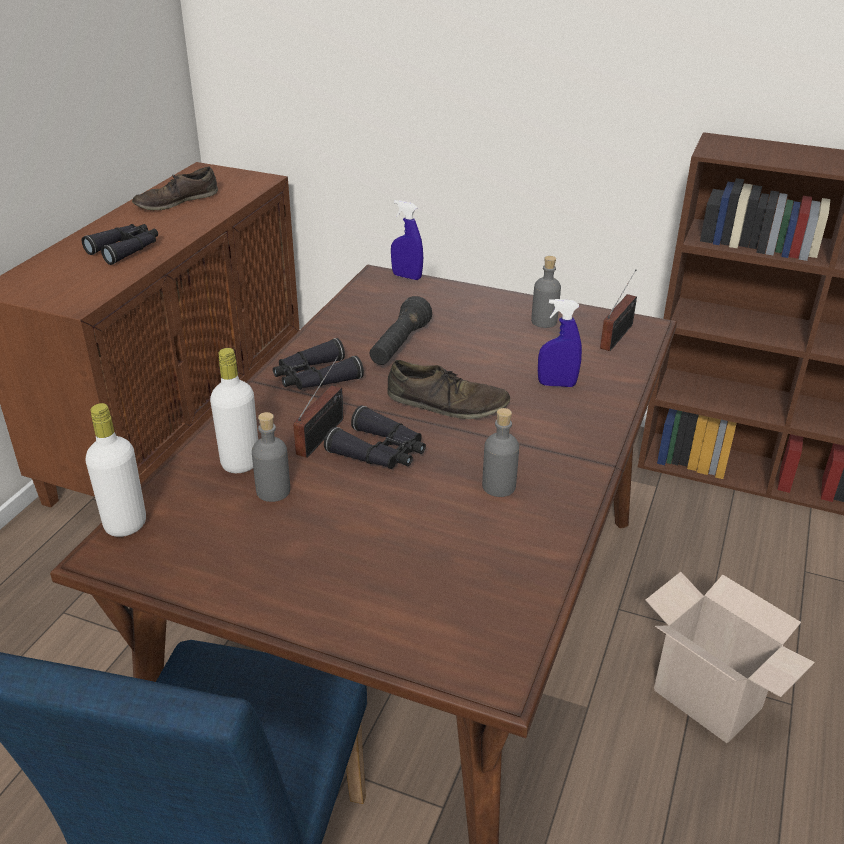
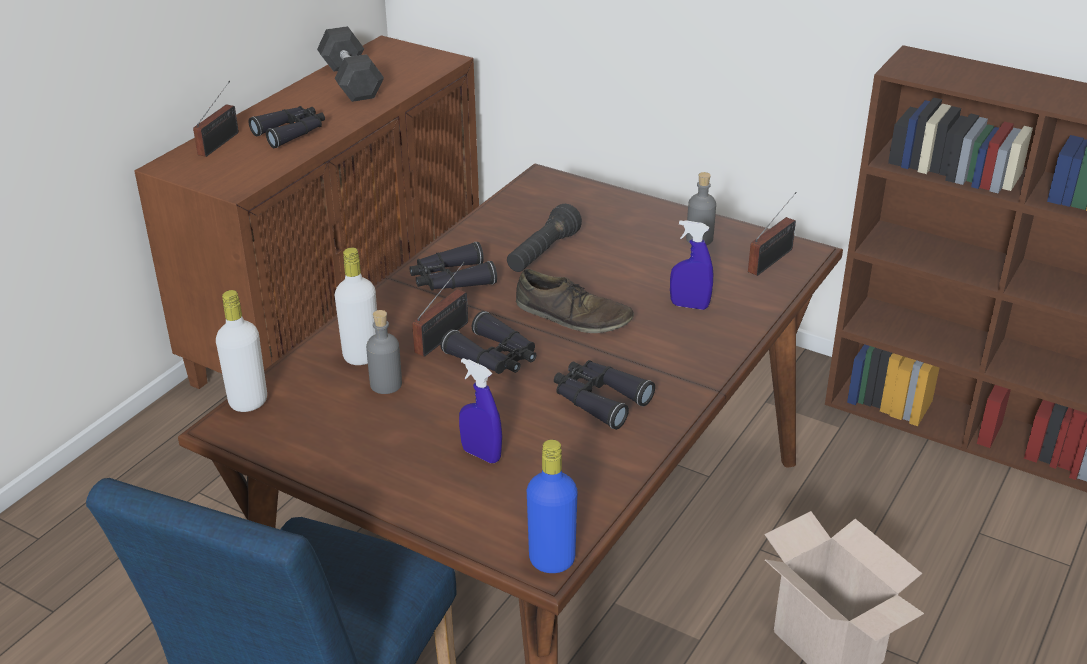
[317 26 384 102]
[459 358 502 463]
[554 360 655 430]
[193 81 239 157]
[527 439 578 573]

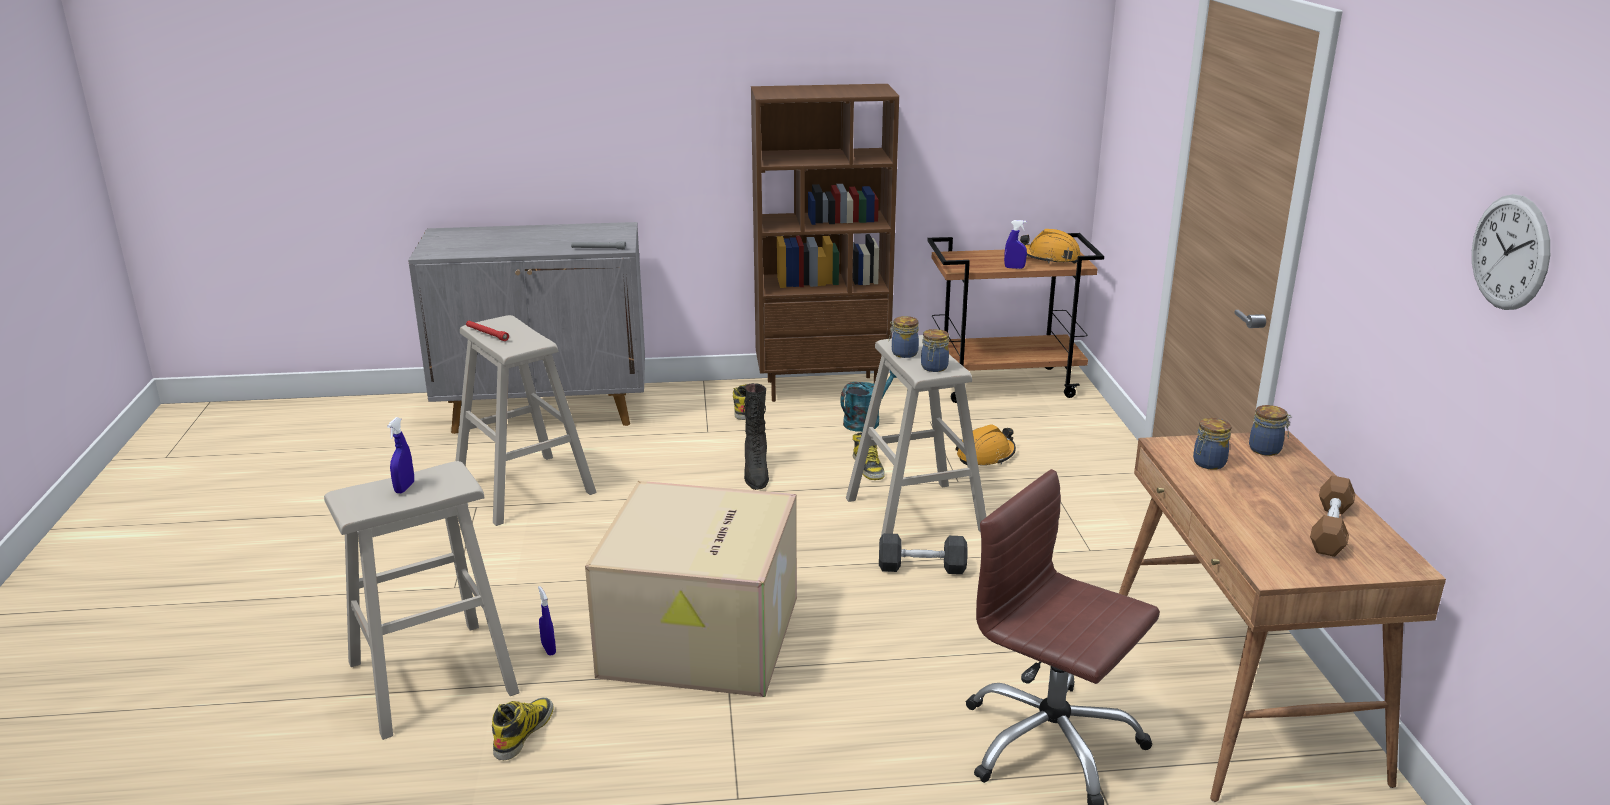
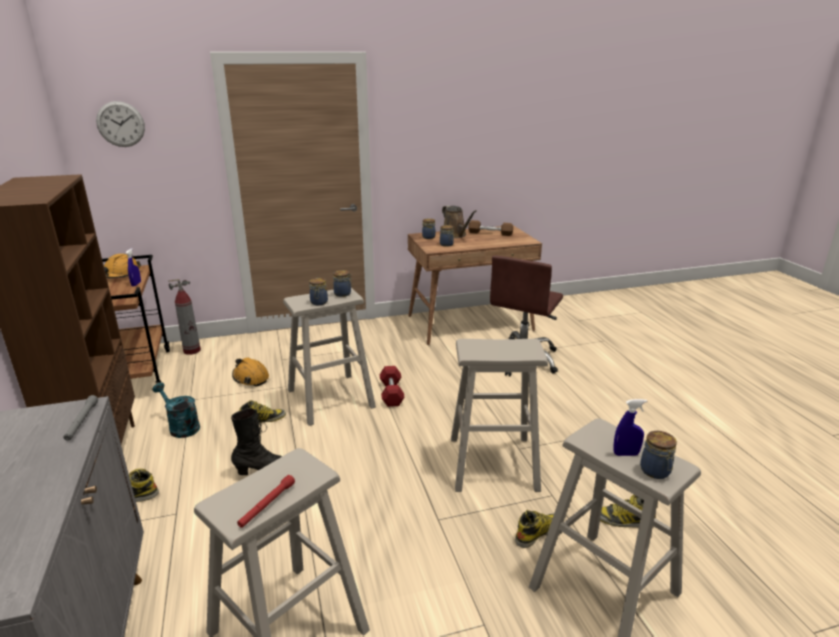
[515 510 554 548]
[451 339 548 492]
[380 366 404 407]
[96 101 145 147]
[168 279 201 355]
[442 205 477 238]
[640 431 677 479]

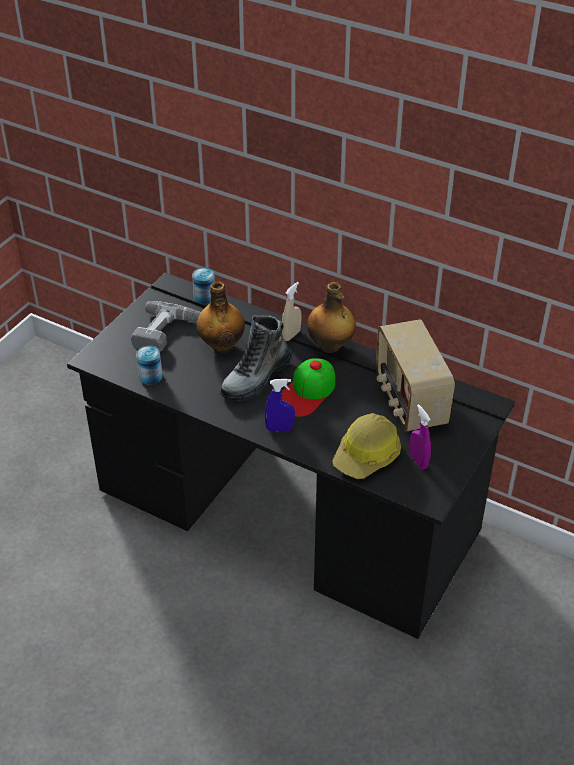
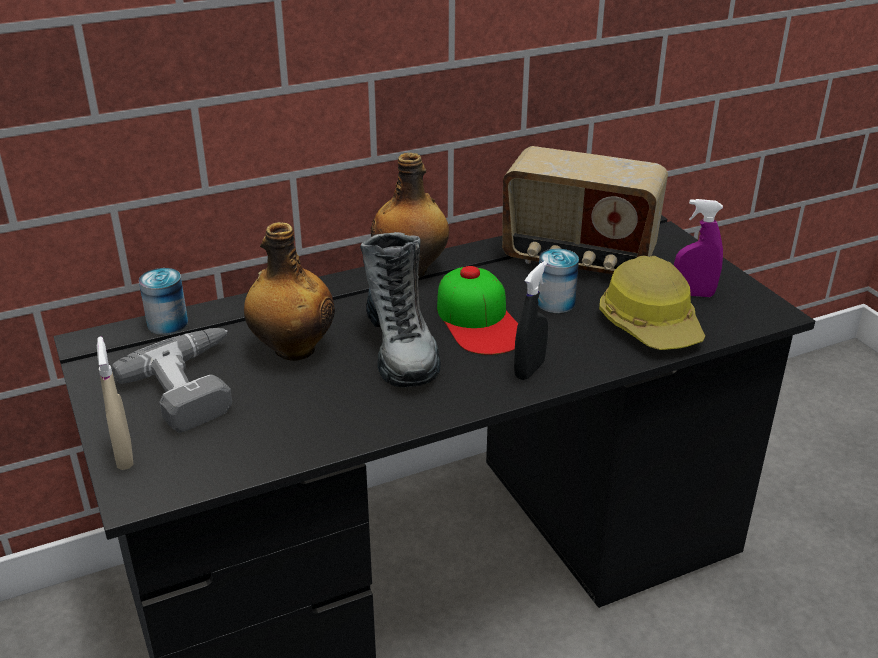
[538 248 579 313]
[514 261 548 380]
[97 336 134 470]

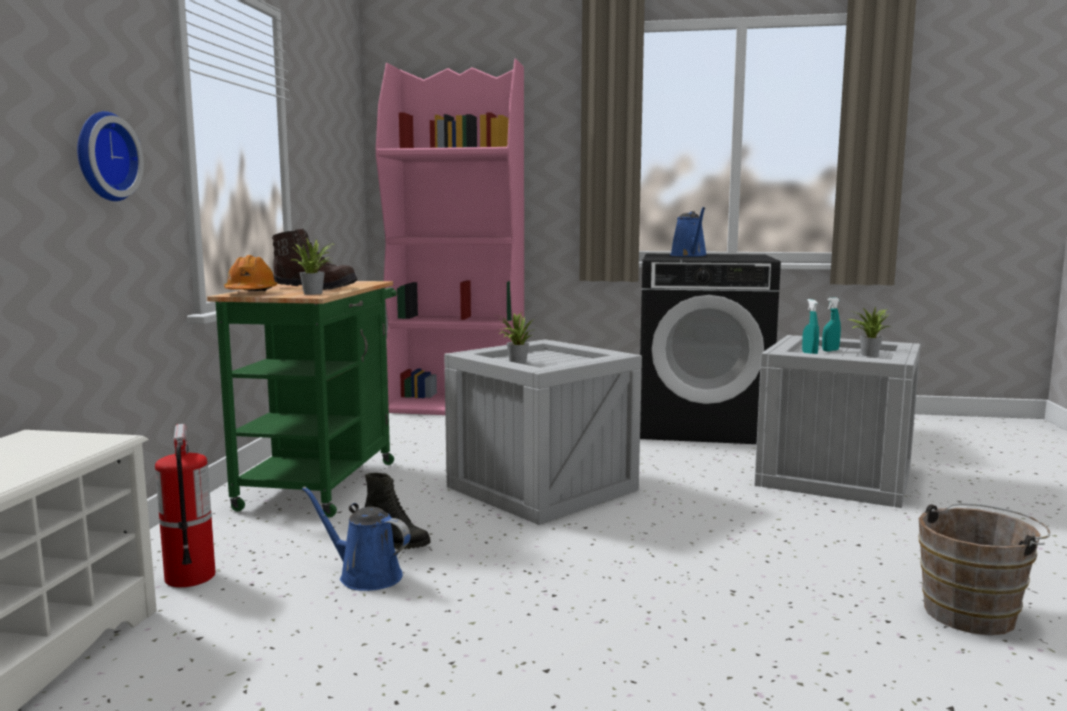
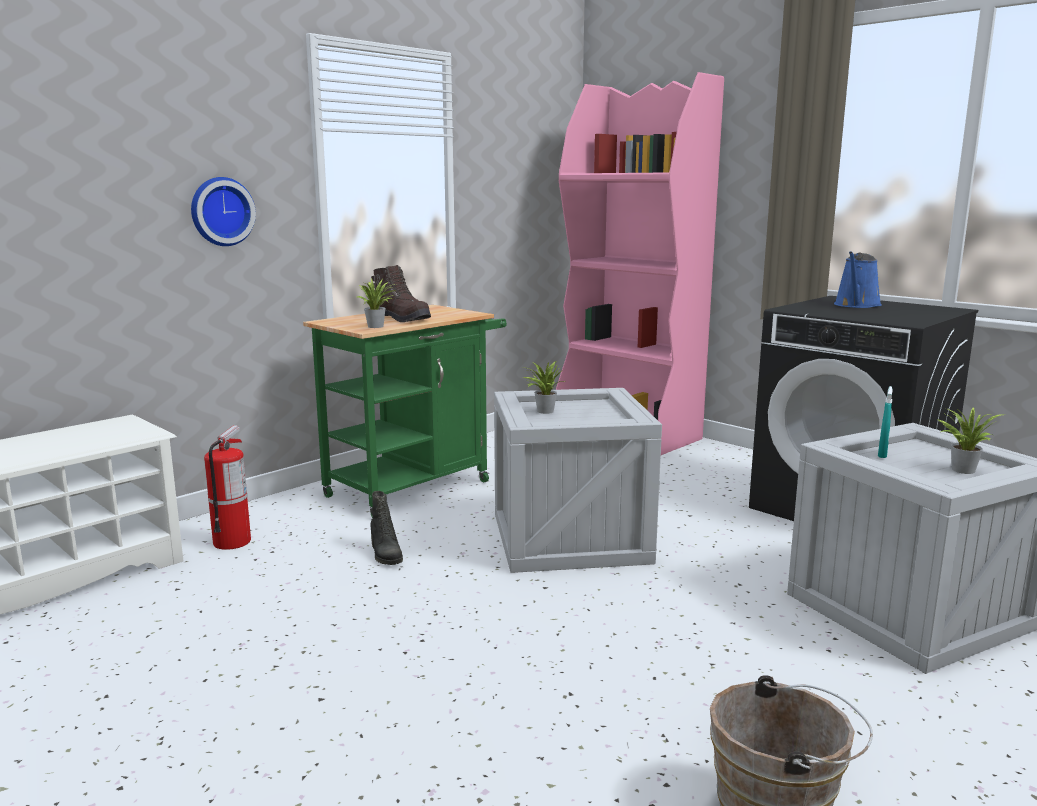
[224 255 277 291] (first image)
[302 486 410 591] (first image)
[822 298 841 351] (first image)

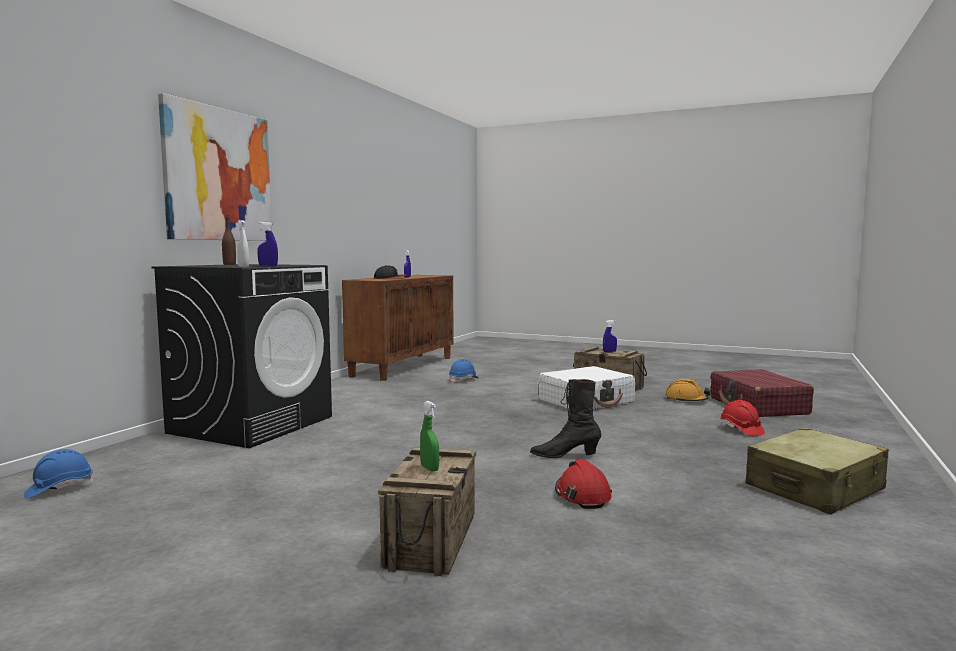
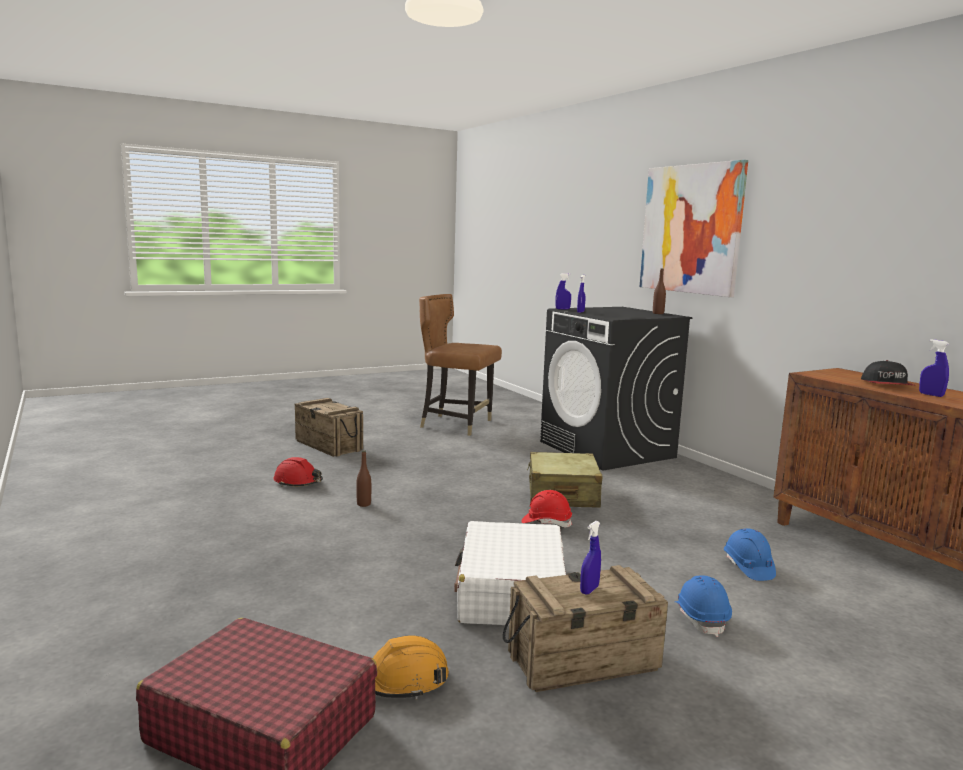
[675 575 732 637]
[555 273 571 309]
[420 401 439 472] (first image)
[356 450 371 507]
[521 490 572 527]
[527 452 603 508]
[419 294 502 436]

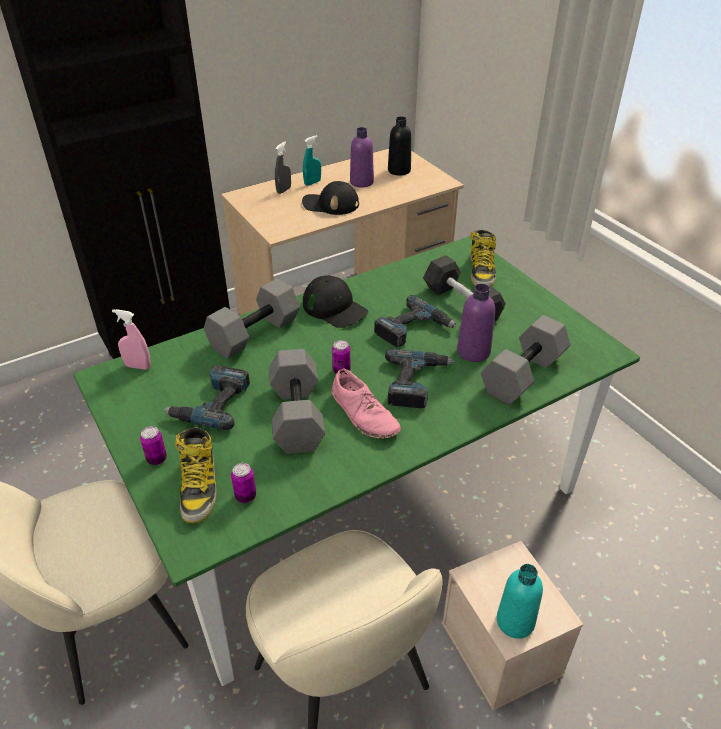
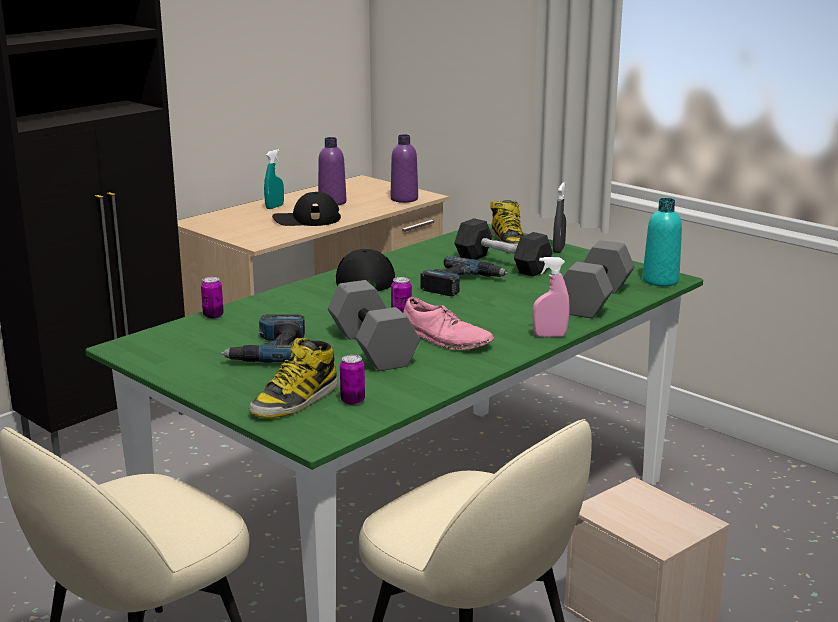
[533 257 570 337]
[201 277 224 319]
[249 338 338 418]
[204 279 300 359] (first image)
[553 182 566 253]
[336 249 395 291]
[385 349 455 408] (first image)
[388 117 411 176] (first image)
[391 134 418 203]
[642 198 682 286]

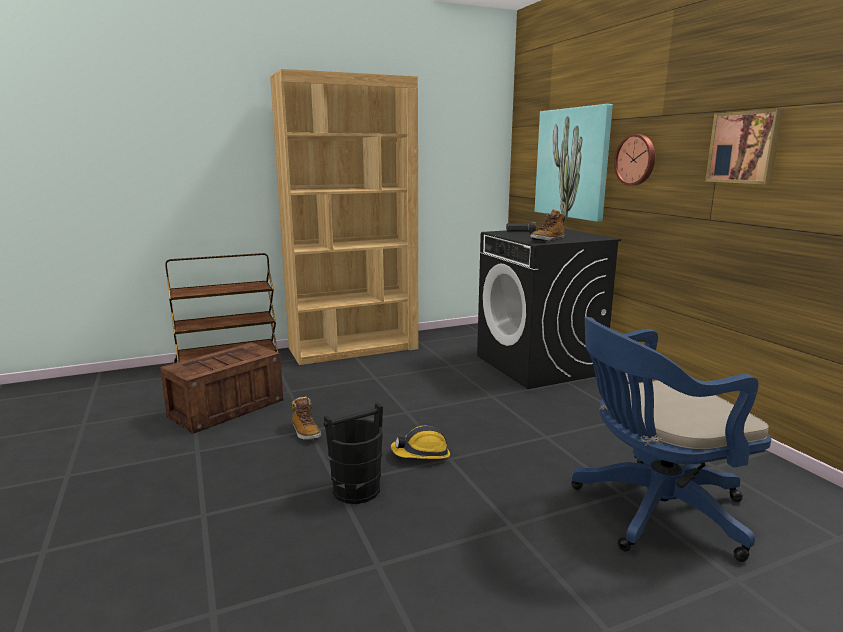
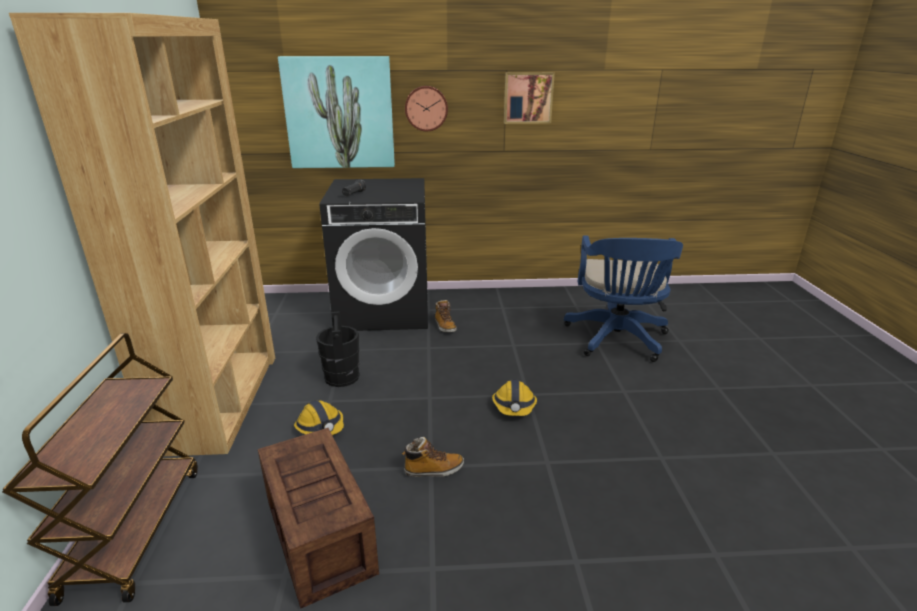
[316 311 359 387]
[435 300 457 332]
[294 400 344 435]

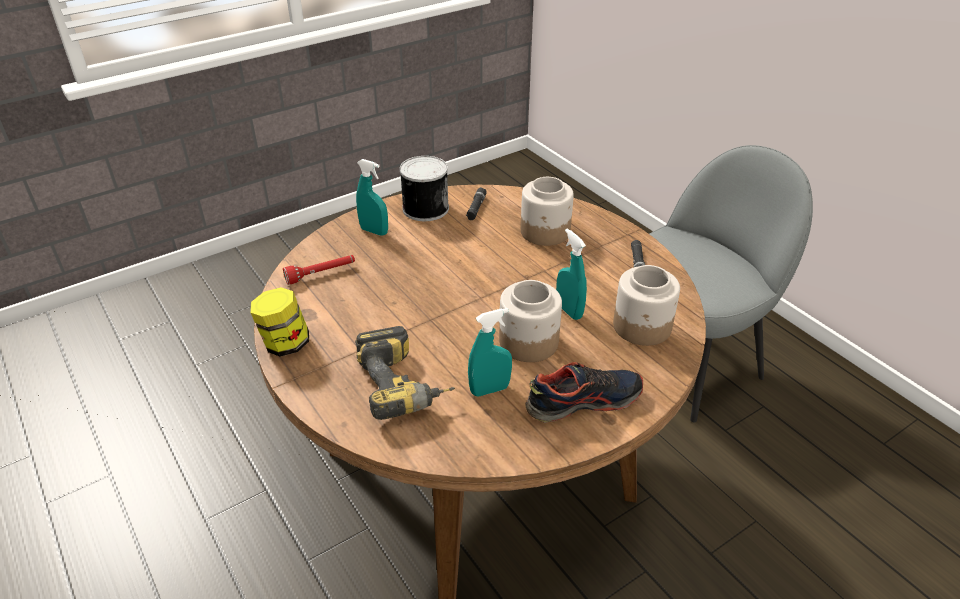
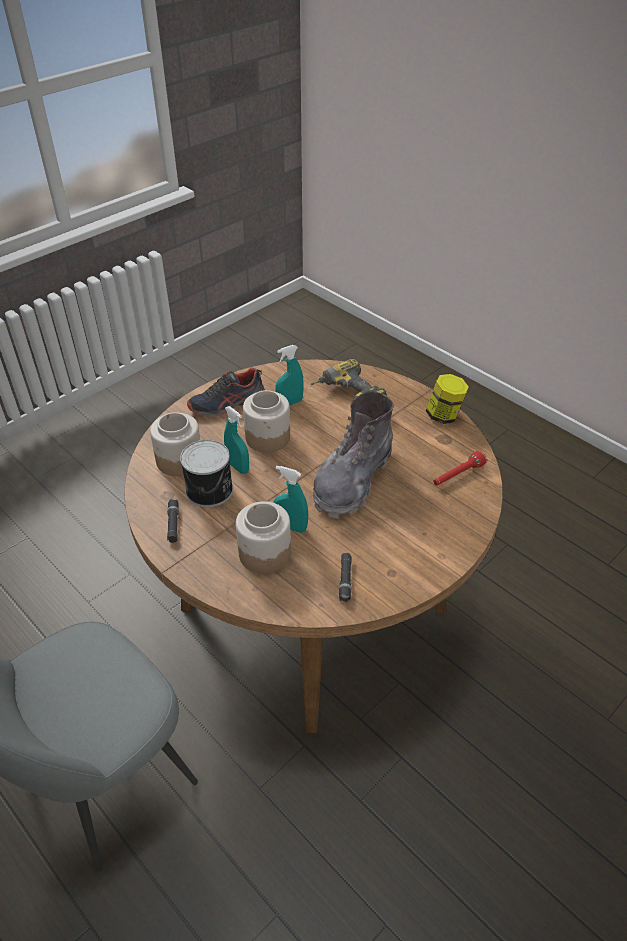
[273 466 308 533]
[180 440 233 507]
[313 391 394 518]

